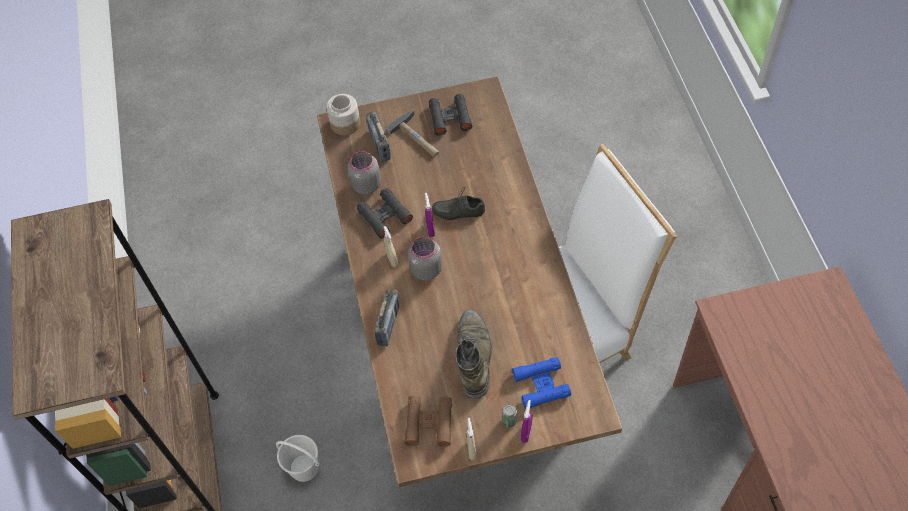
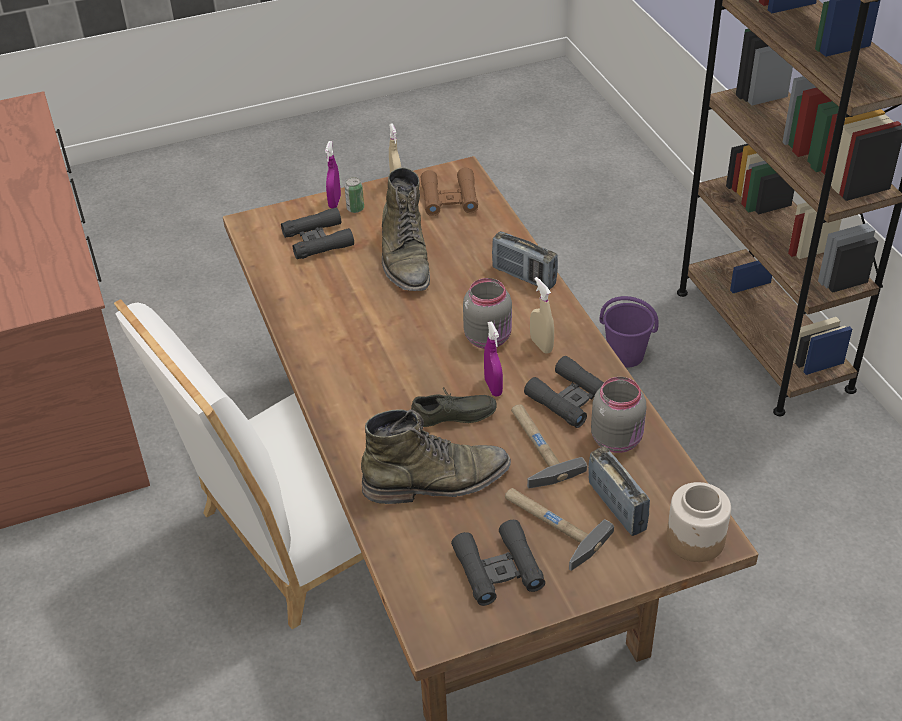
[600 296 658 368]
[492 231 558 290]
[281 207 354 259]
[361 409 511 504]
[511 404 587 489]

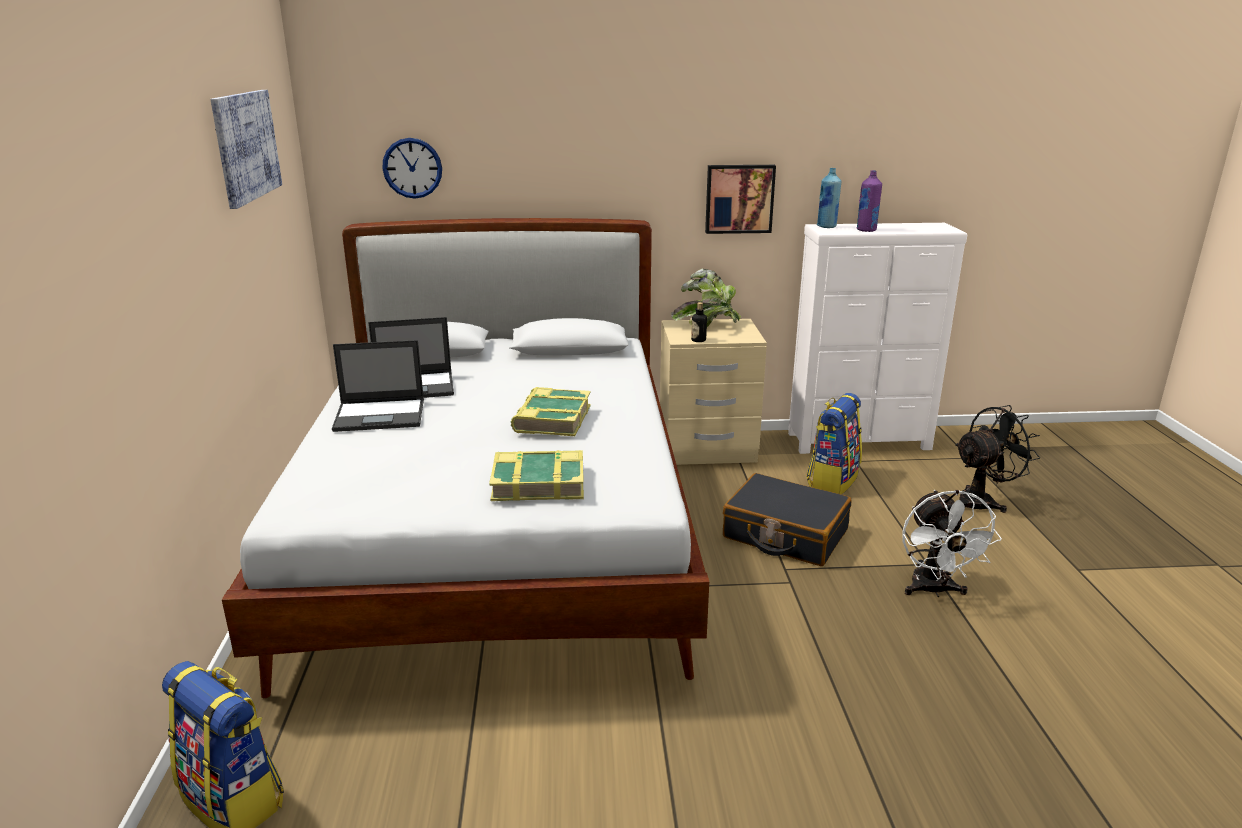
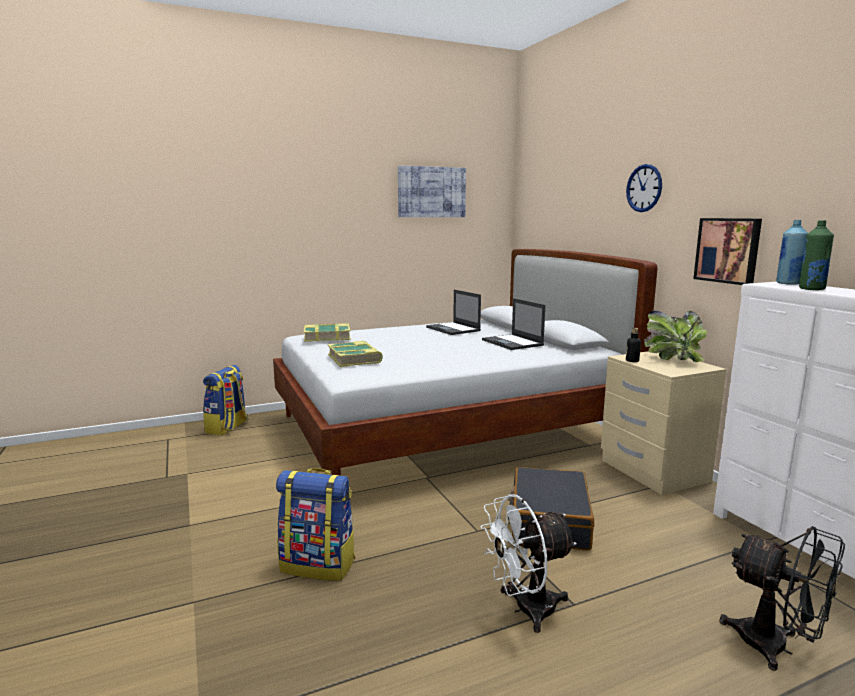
[482 298 545 350]
[626 164 662 212]
[304 323 351 342]
[276 468 355 581]
[799 220 834 290]

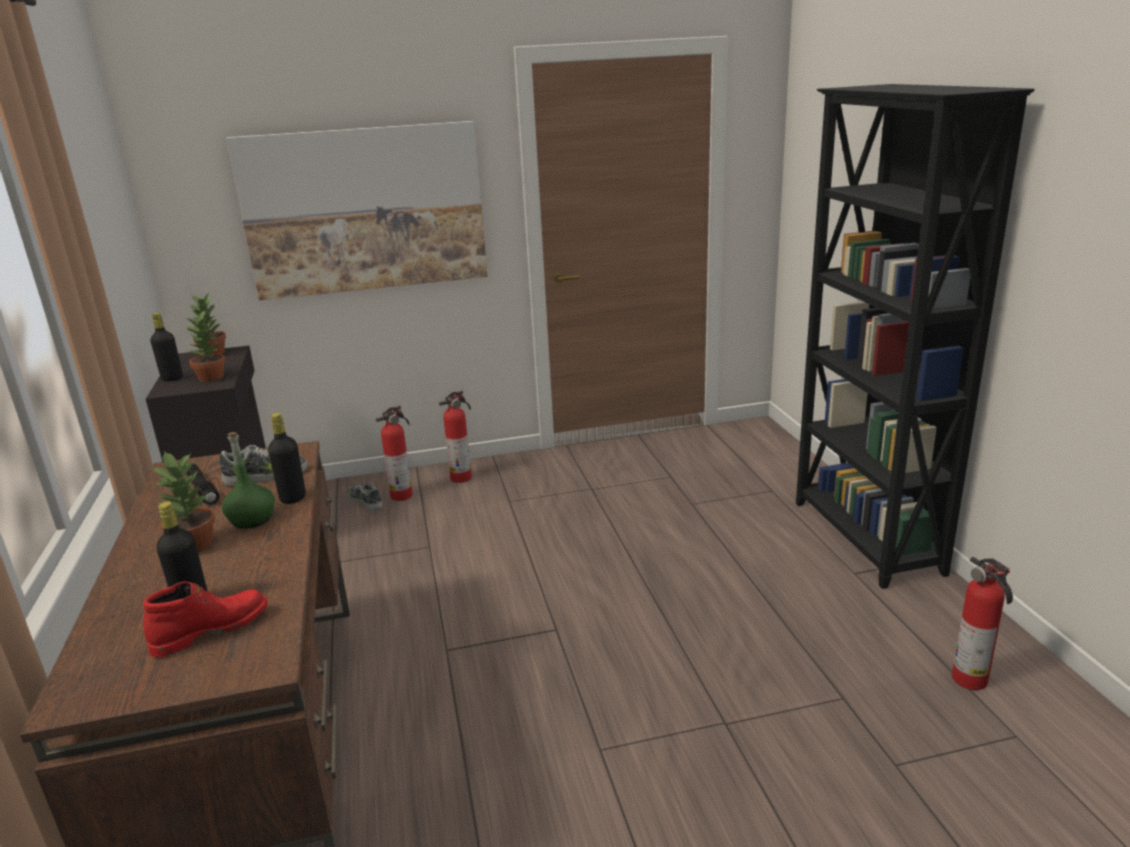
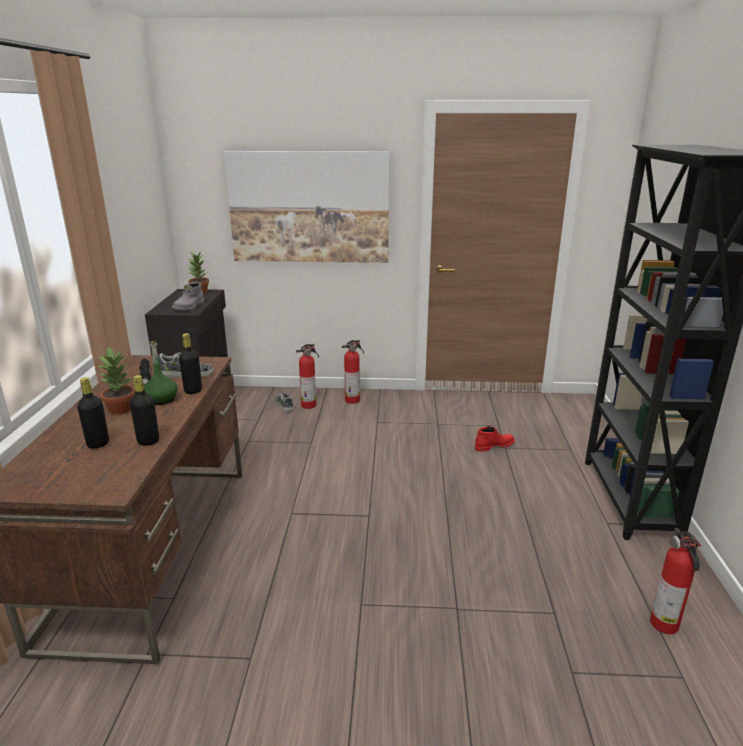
[475 426 515 452]
[129 375 159 445]
[172 282 204 310]

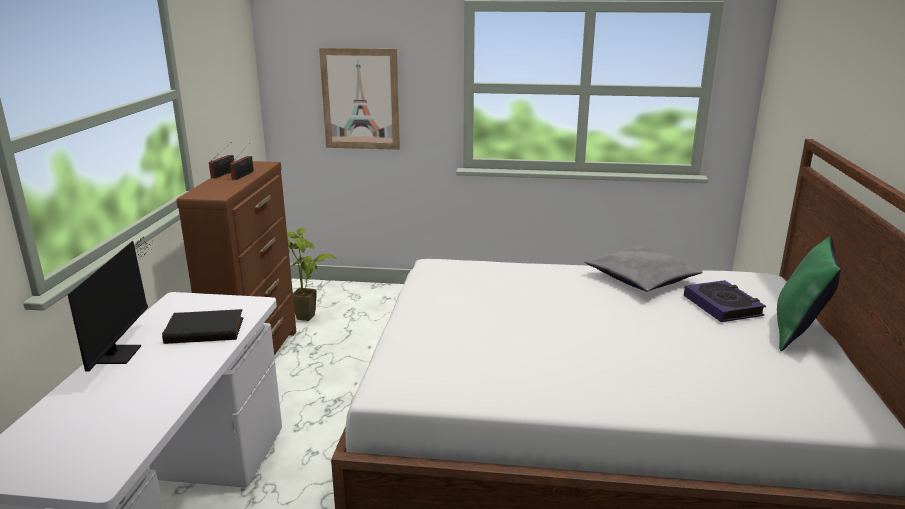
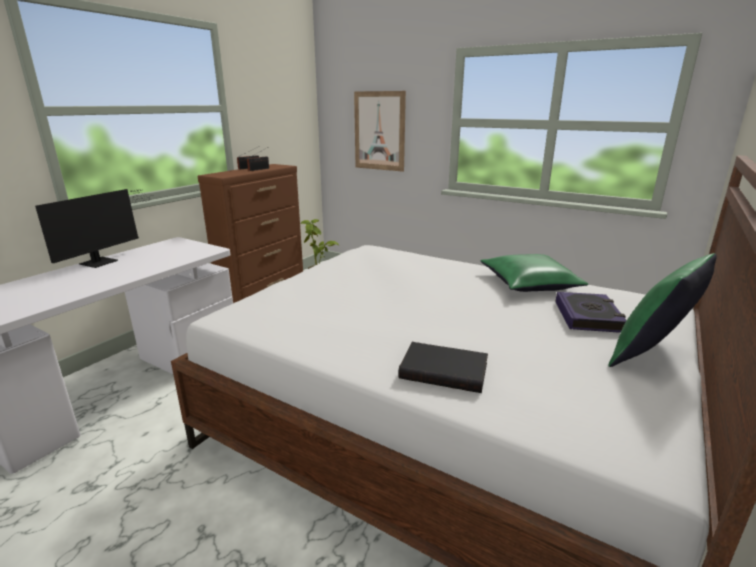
[398 342 488 393]
[480 254 588 292]

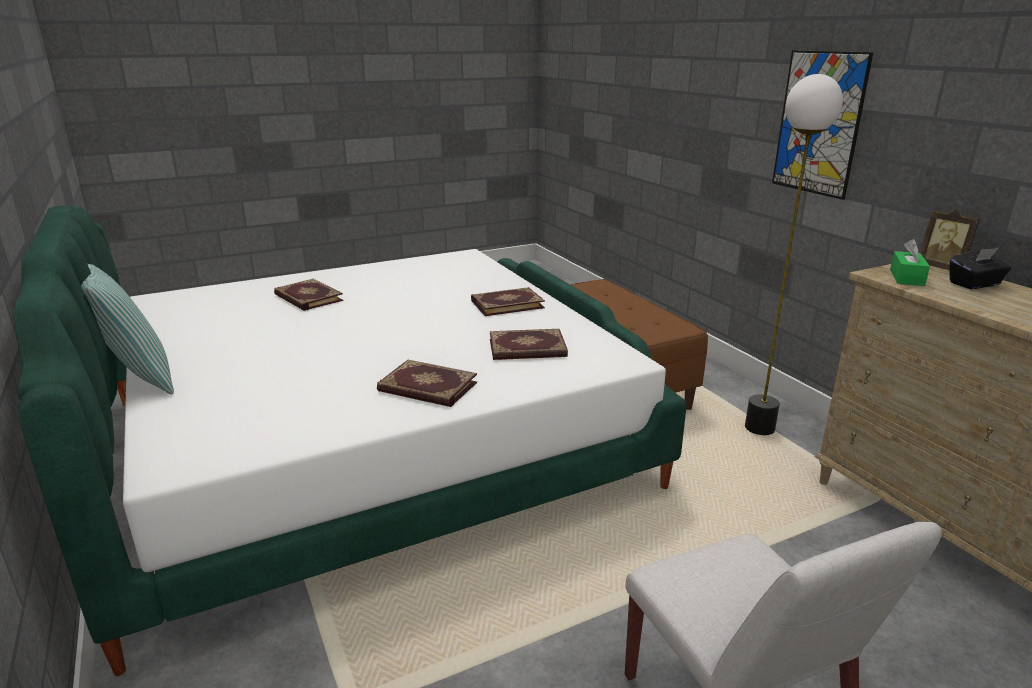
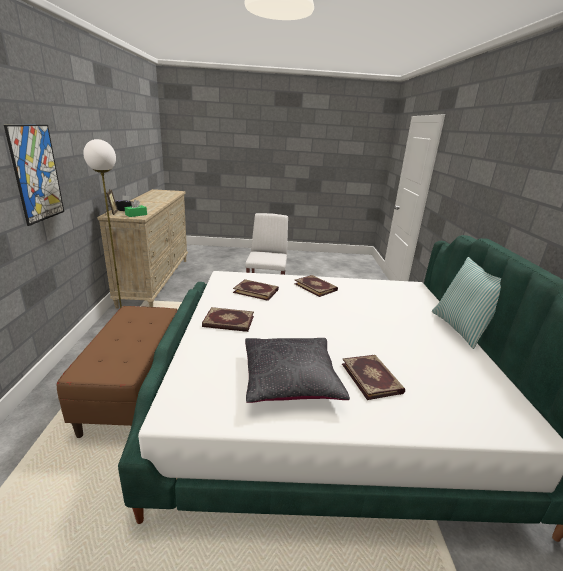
[245 338 350 403]

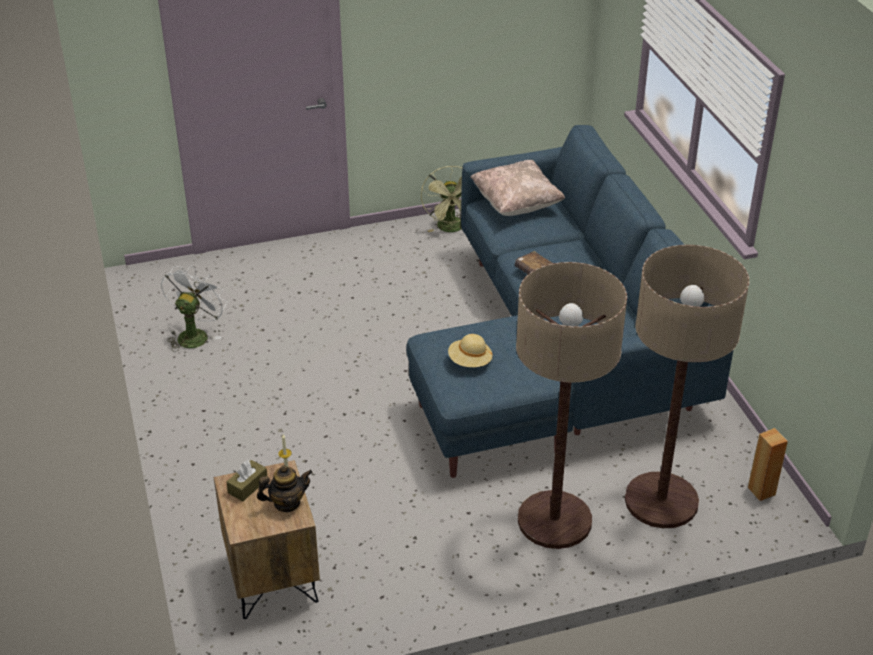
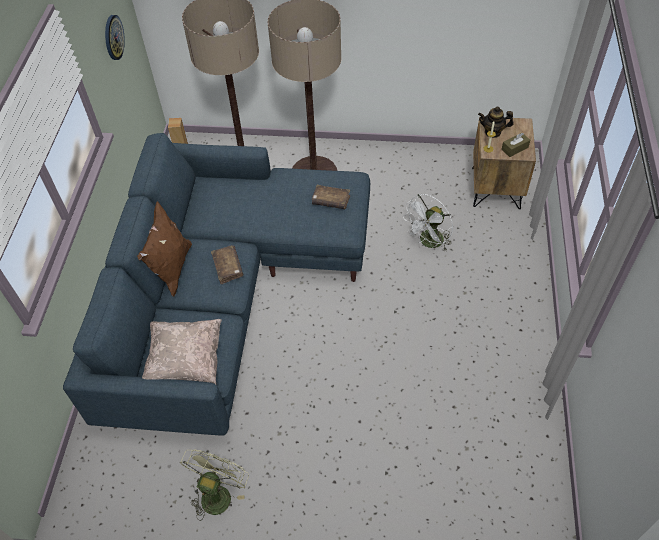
[403 194 453 252]
[312 185 350 209]
[105 15 125 60]
[137 201 192 297]

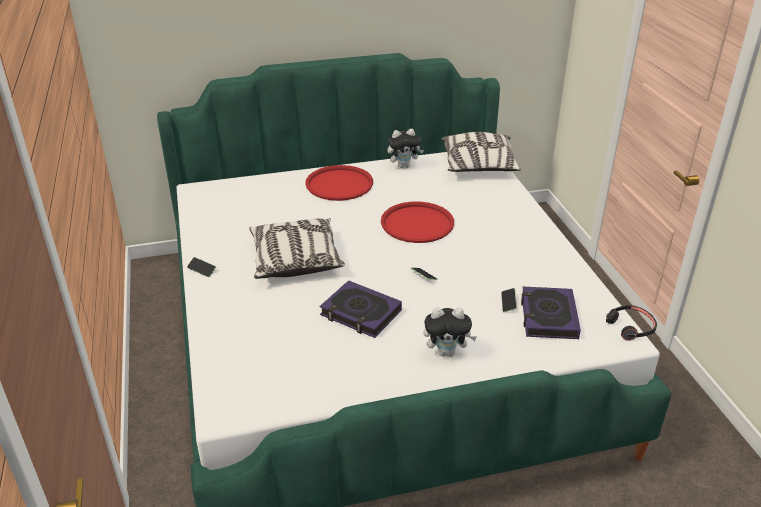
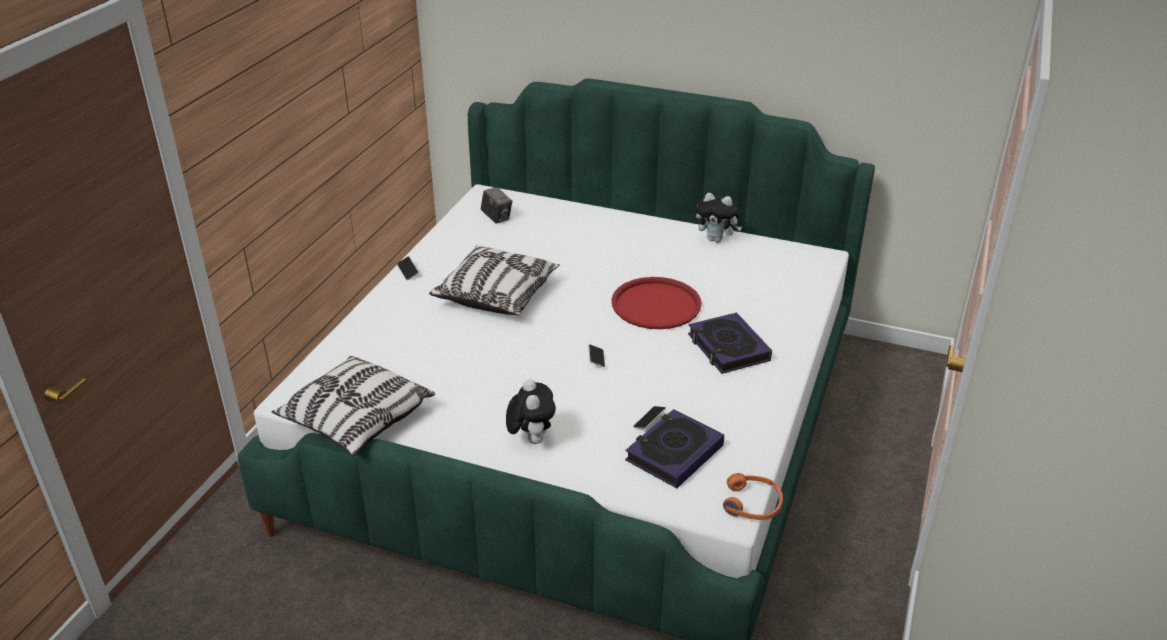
[305 165 373 201] (first image)
[688 312 772 374]
[506 379 556 444]
[272 356 435 456]
[723 473 783 520]
[481 187 512 224]

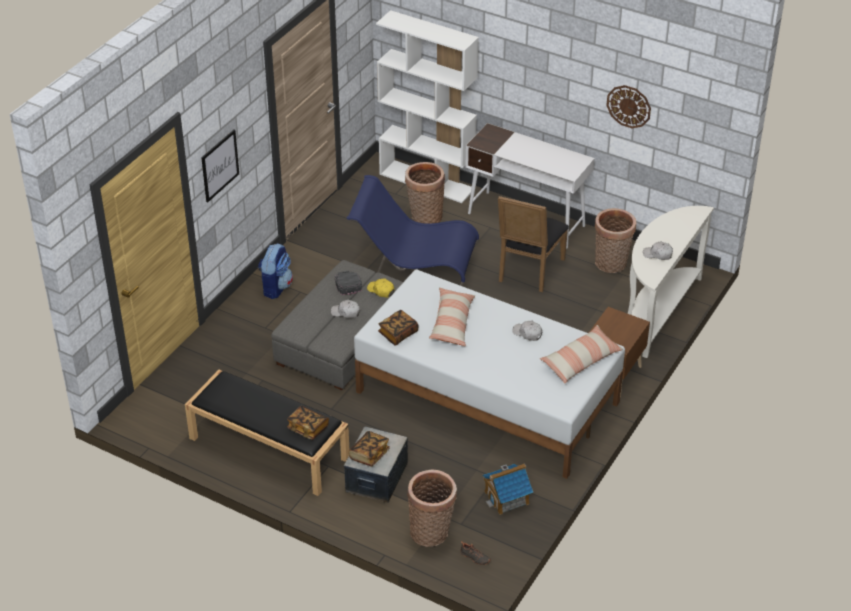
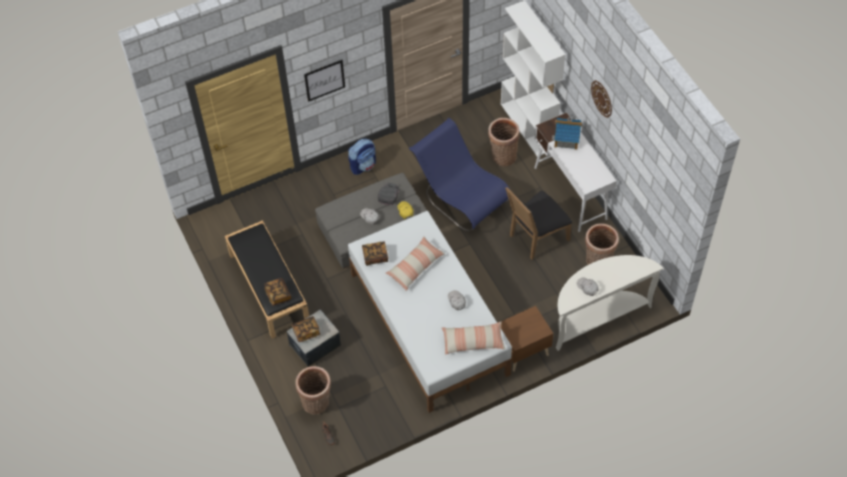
[552 117 582 150]
[591 80 612 118]

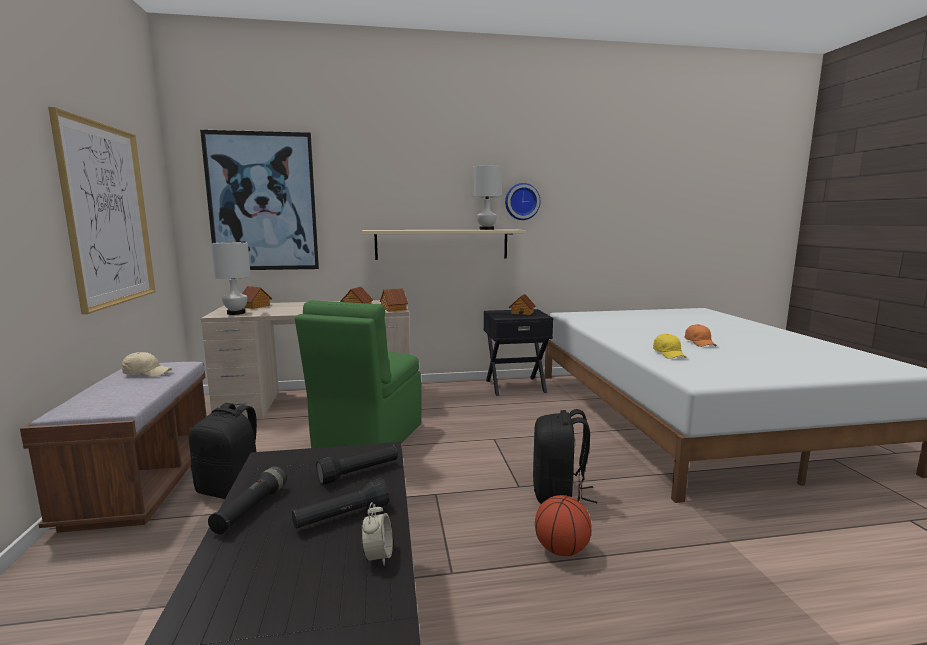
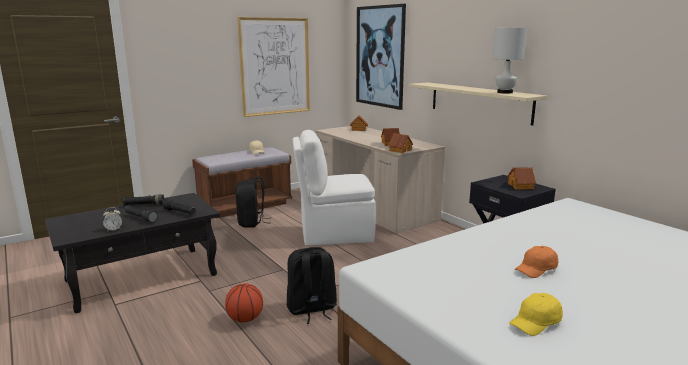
[211 242 251 315] (first image)
[293 130 376 246]
[505 183 540 220] (first image)
[509 293 563 336]

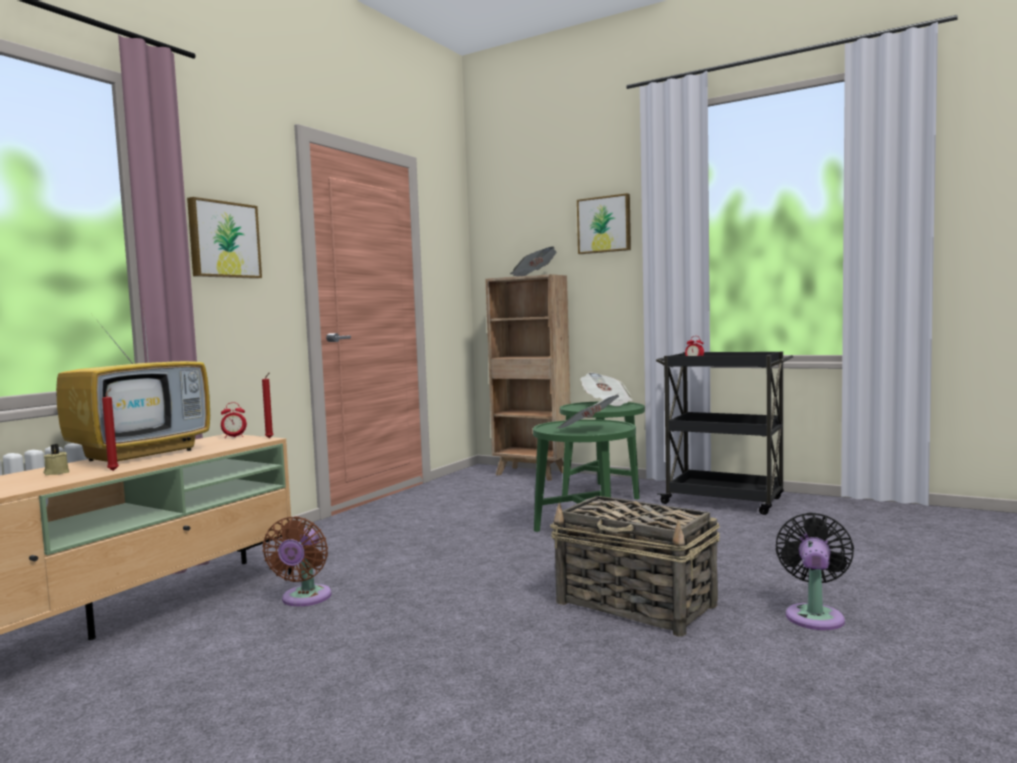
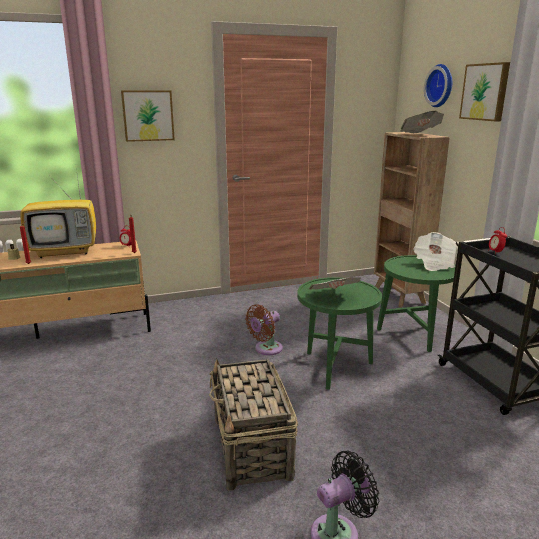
[245 304 283 355]
[424 64 452 107]

